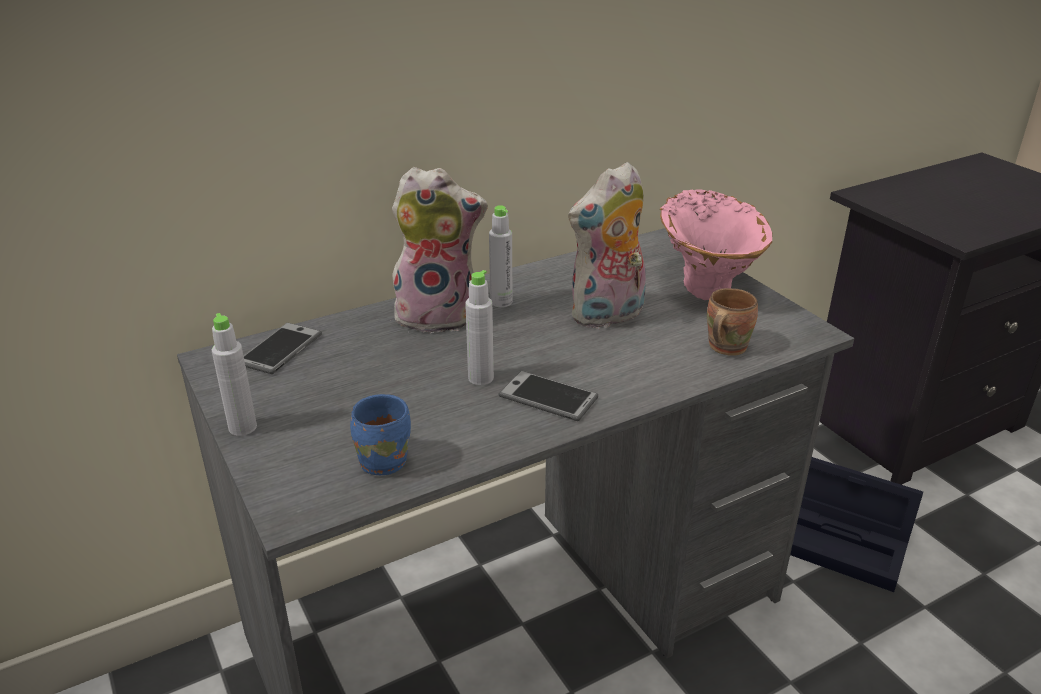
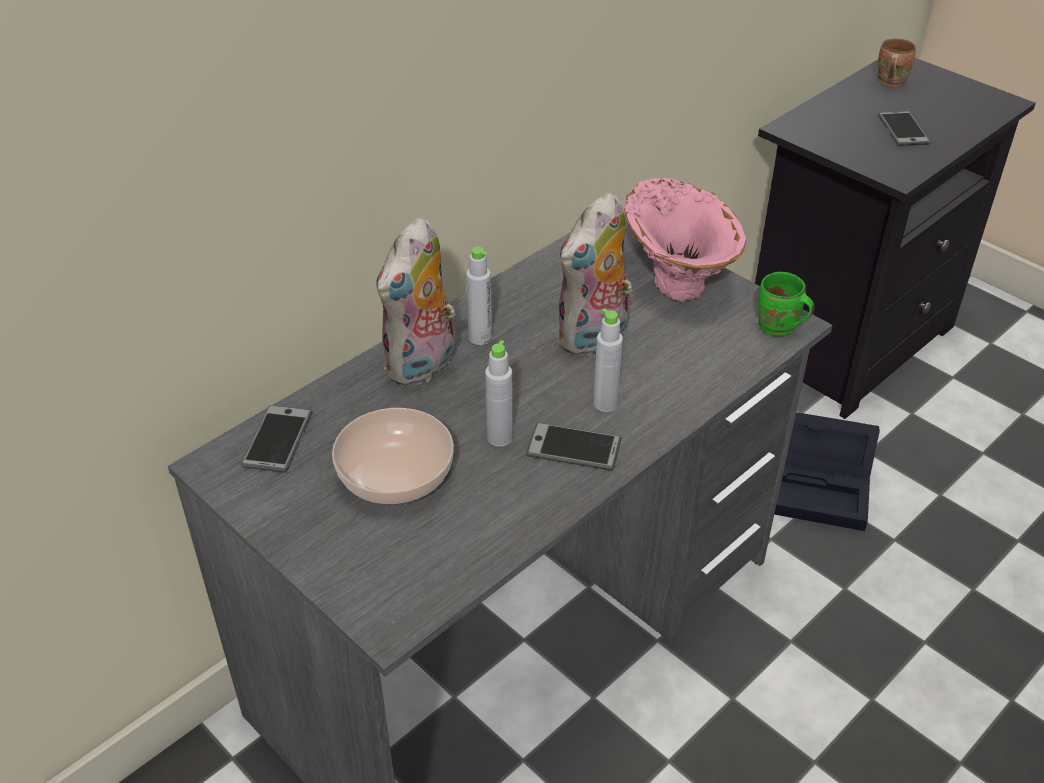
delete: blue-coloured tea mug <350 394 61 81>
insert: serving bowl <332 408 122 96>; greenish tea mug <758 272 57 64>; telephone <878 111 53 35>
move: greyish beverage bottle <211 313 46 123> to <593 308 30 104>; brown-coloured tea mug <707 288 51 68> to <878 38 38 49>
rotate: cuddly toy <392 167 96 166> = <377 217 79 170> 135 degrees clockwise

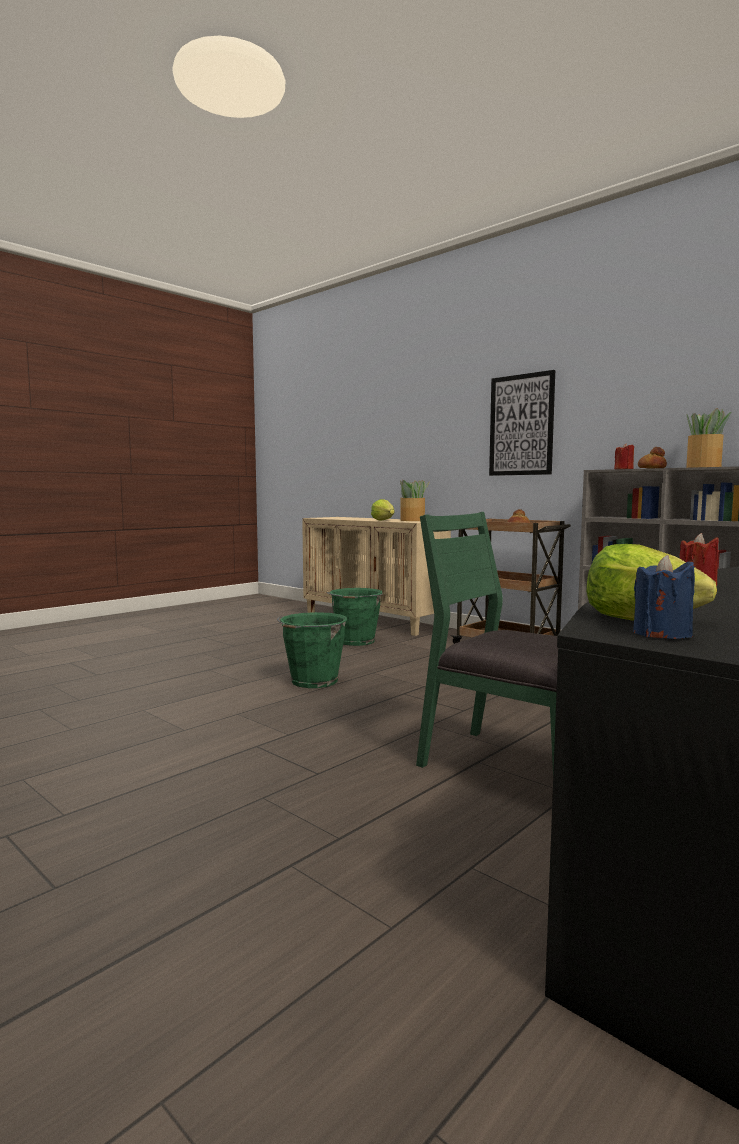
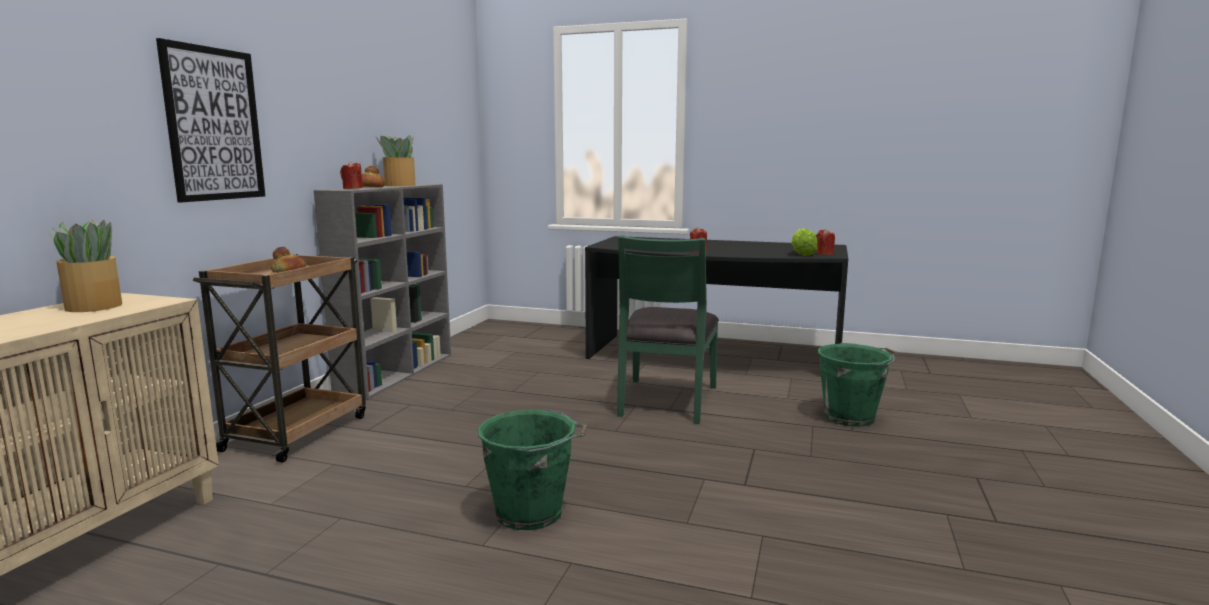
delete: lettuce <371 499 24 22>
move: greenish pail <326 588 57 58> to <818 343 79 84>
recolor: blue-coloured wax candle <633 555 62 84> to reddish wax candle <816 229 19 26>

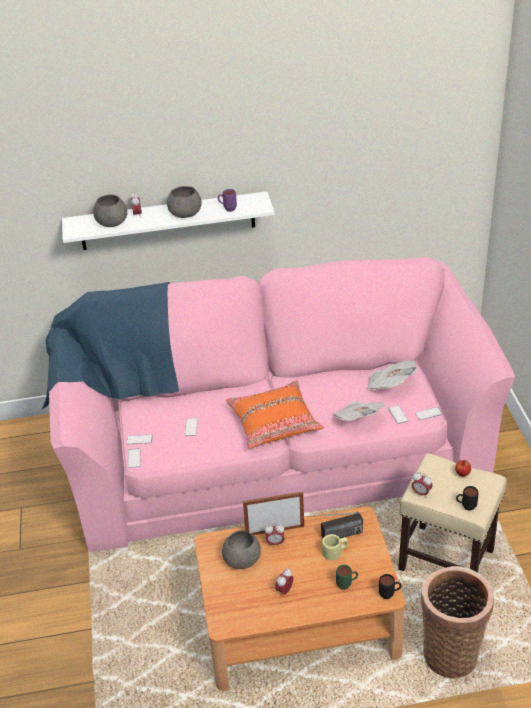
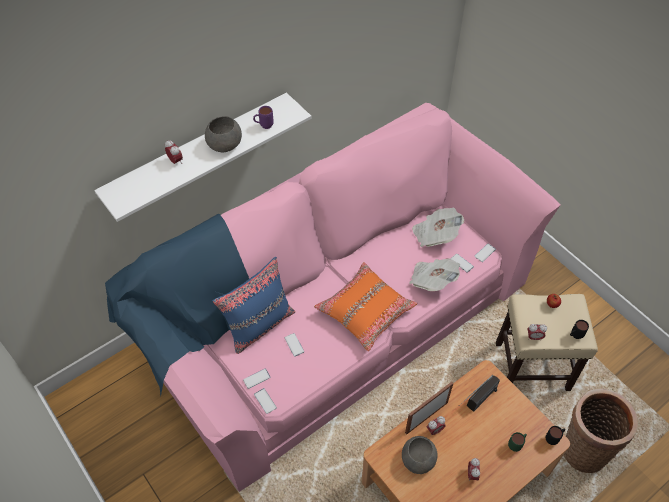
delete: greyish serving bowl <93 194 34 33>; sand-coloured tea mug <322 534 26 26>
insert: blue-coloured pillow <212 257 84 97>

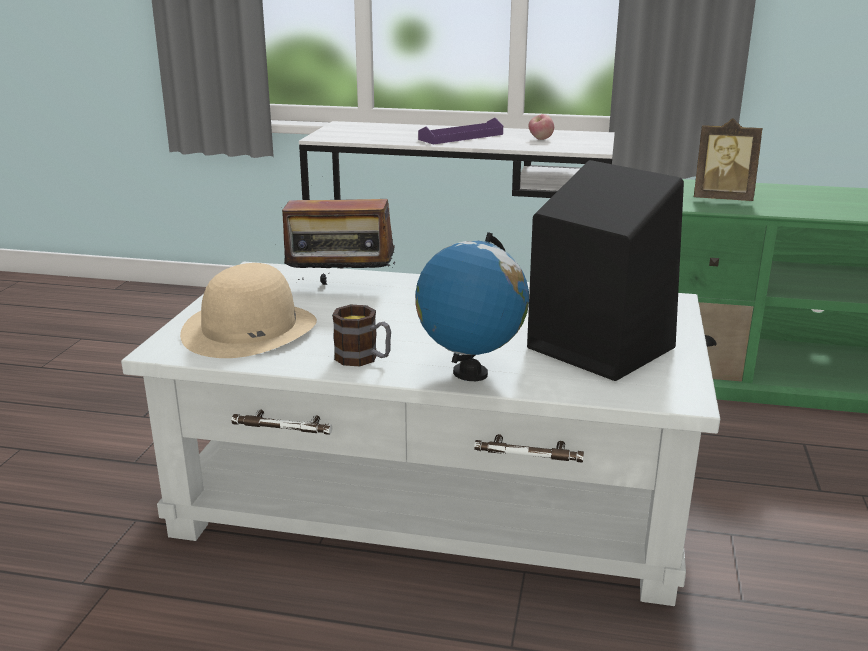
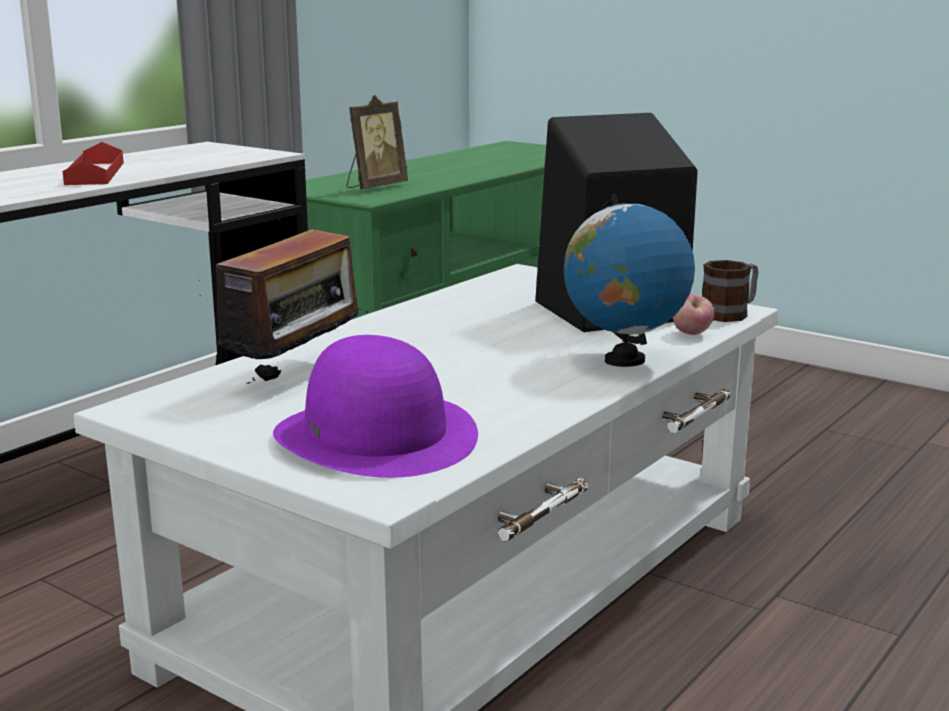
move: tea mug <332 305 59 61> to <702 260 56 62>; apple <528 114 26 26> to <673 294 42 41>
recolor: sand-coloured clothing hat <180 263 137 95> to purple-coloured clothing hat <273 335 205 143>; purple-coloured tray <418 118 85 26> to reddish tray <63 142 61 43>

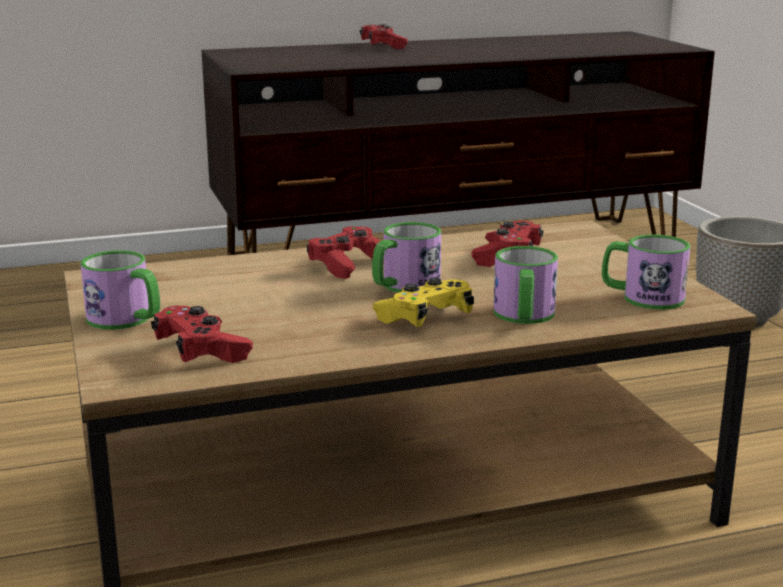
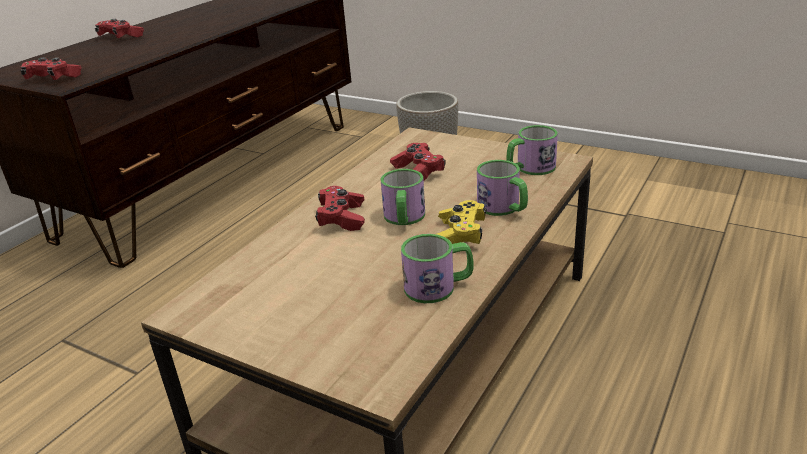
move: tea mug <81 250 79 80> to <401 234 73 69>; reddish joypad <151 305 102 58> to <20 57 62 23>

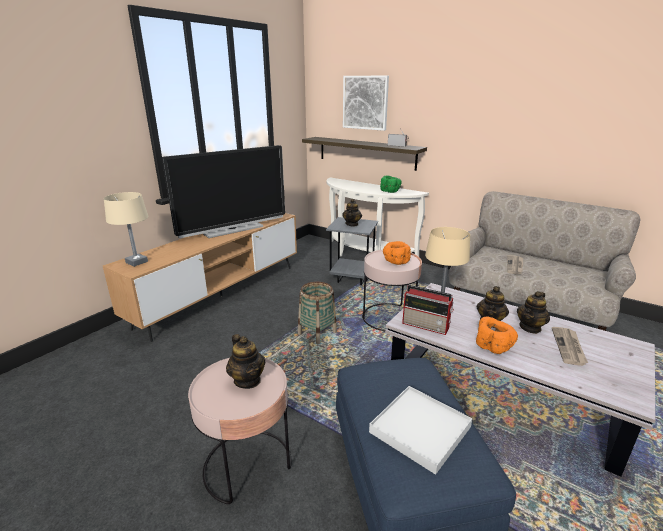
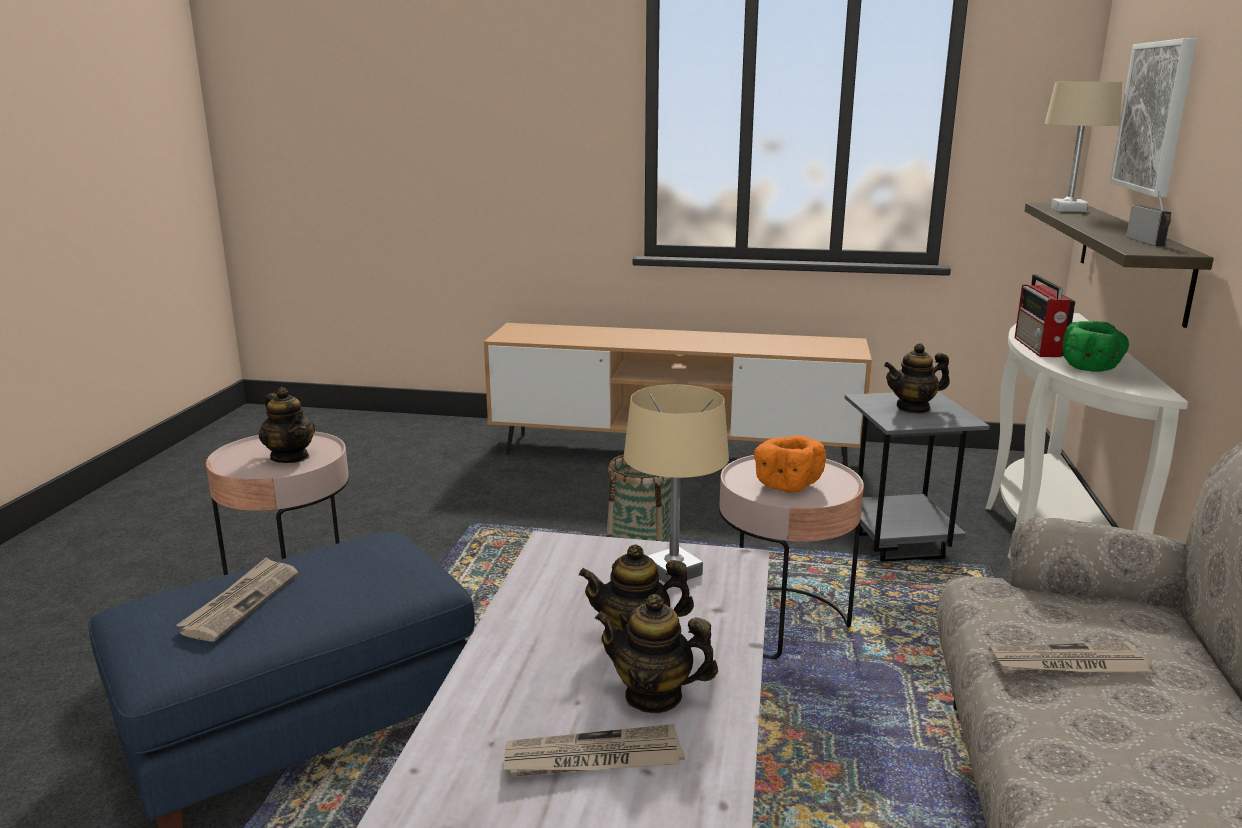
delete: TV set <162 145 123 93>; orangey serving bowl <476 317 42 37>
move: sand-coloured lamp for a table <104 192 44 75> to <1045 82 77 130>; radio receiver <402 285 52 50> to <1015 274 60 83>
replace: white tray <369 386 104 89> to daily paper <176 557 122 85>
rotate: teapot <226 334 39 55> = <259 387 56 76> 75 degrees counterclockwise

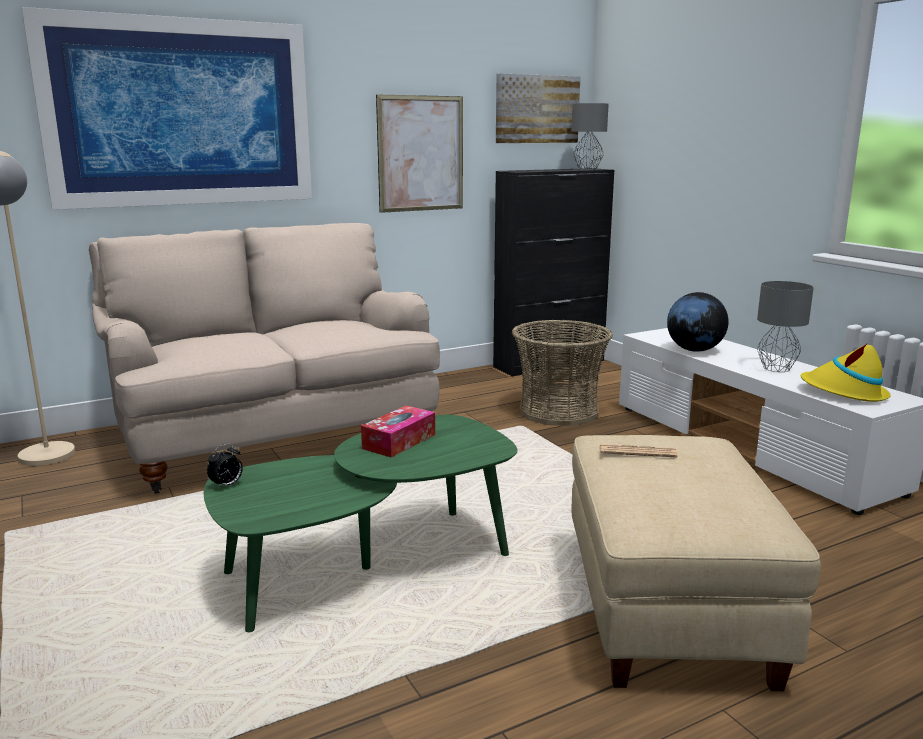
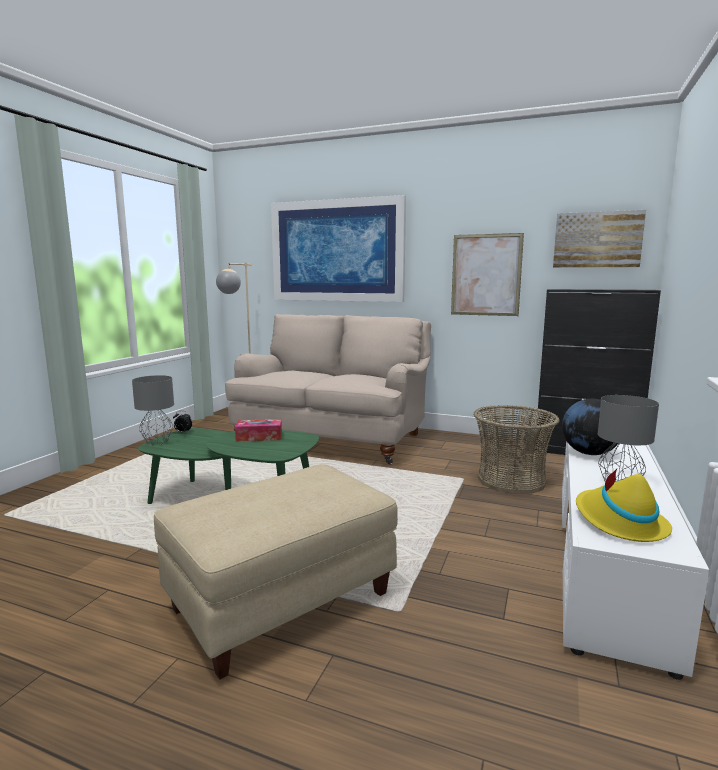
delete: daily paper <600 444 78 13>
move: greyish lamp for a table <572 103 37 67> to <132 375 42 70>

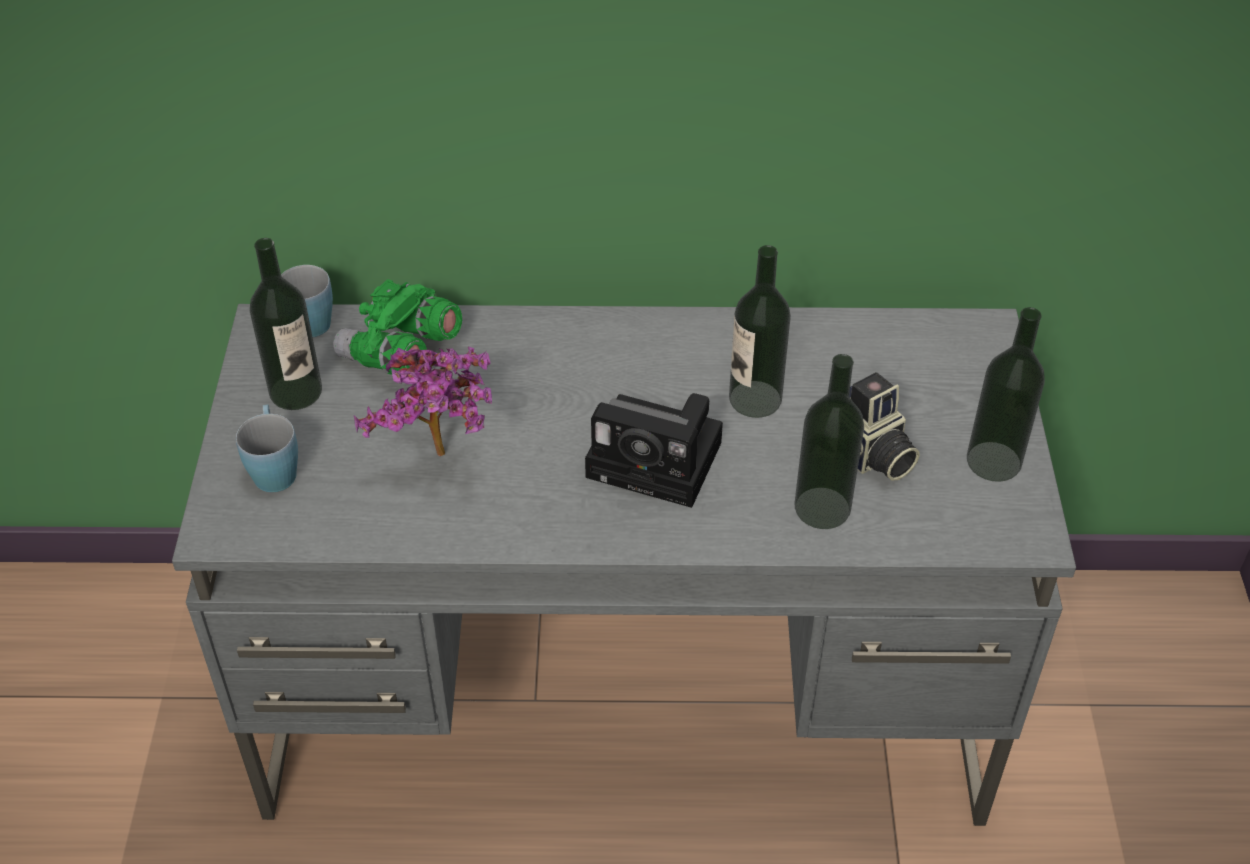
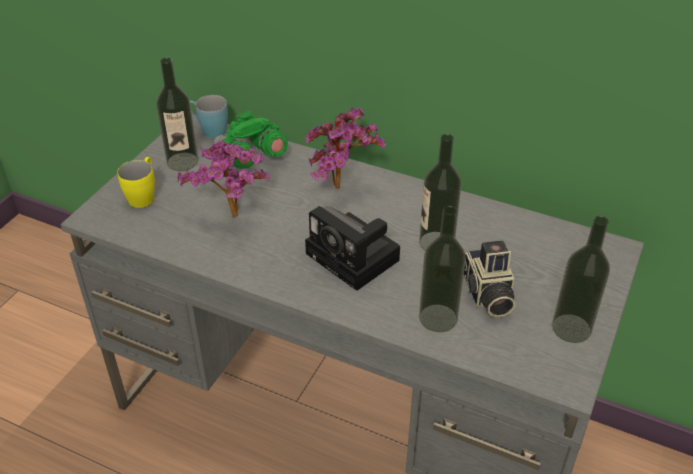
insert: potted plant <305 107 81 82>
recolor: blue-coloured tea mug <236 405 62 87> to yellowish tea mug <117 157 38 51>

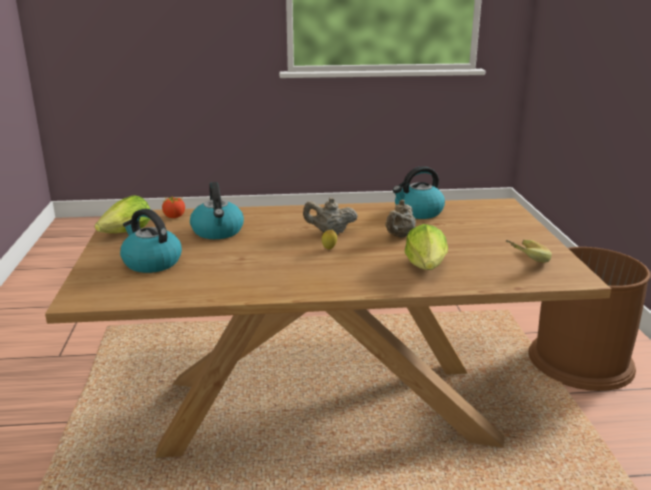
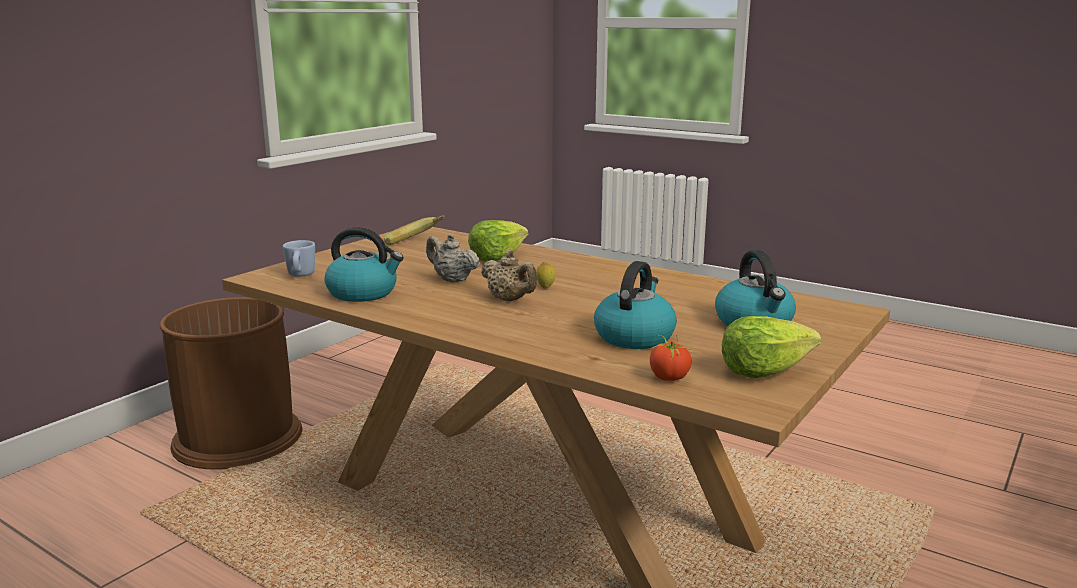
insert: blue-coloured tea mug <283 240 32 37>
rotate: sand-coloured teapot <385 200 31 38> = <426 234 54 49> 120 degrees counterclockwise

